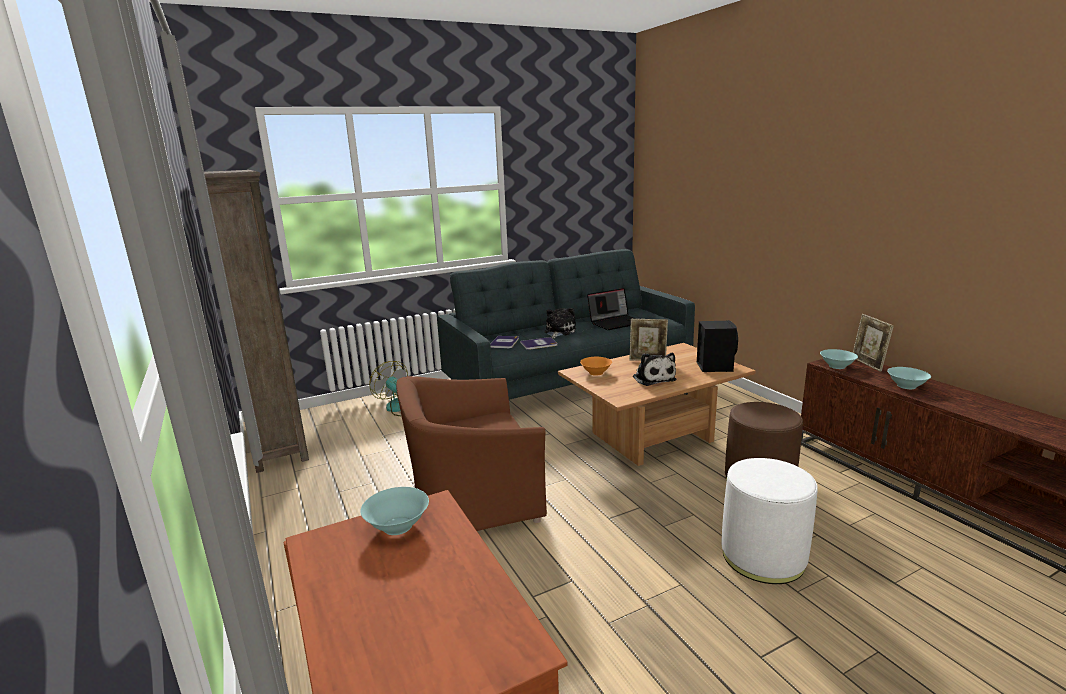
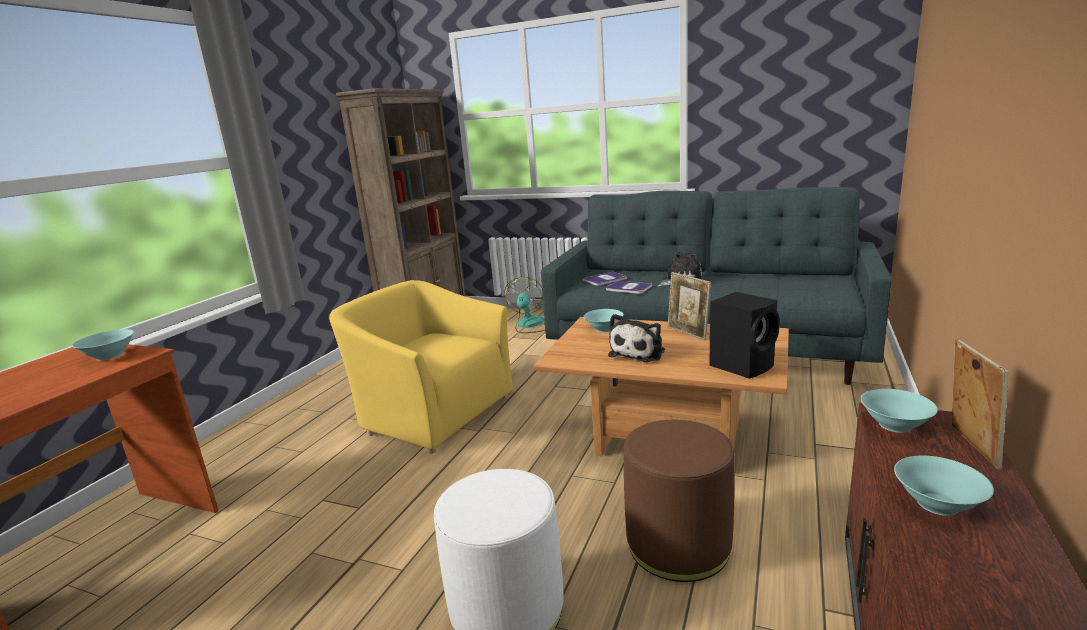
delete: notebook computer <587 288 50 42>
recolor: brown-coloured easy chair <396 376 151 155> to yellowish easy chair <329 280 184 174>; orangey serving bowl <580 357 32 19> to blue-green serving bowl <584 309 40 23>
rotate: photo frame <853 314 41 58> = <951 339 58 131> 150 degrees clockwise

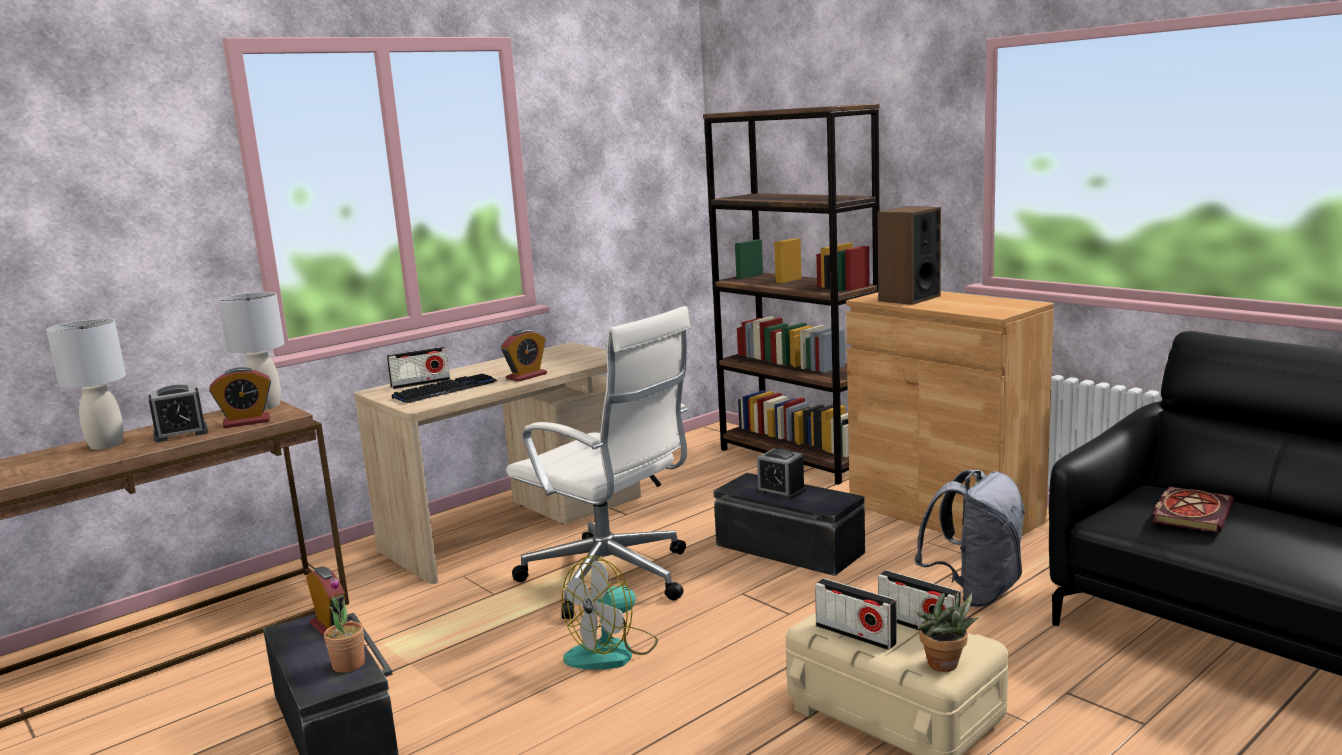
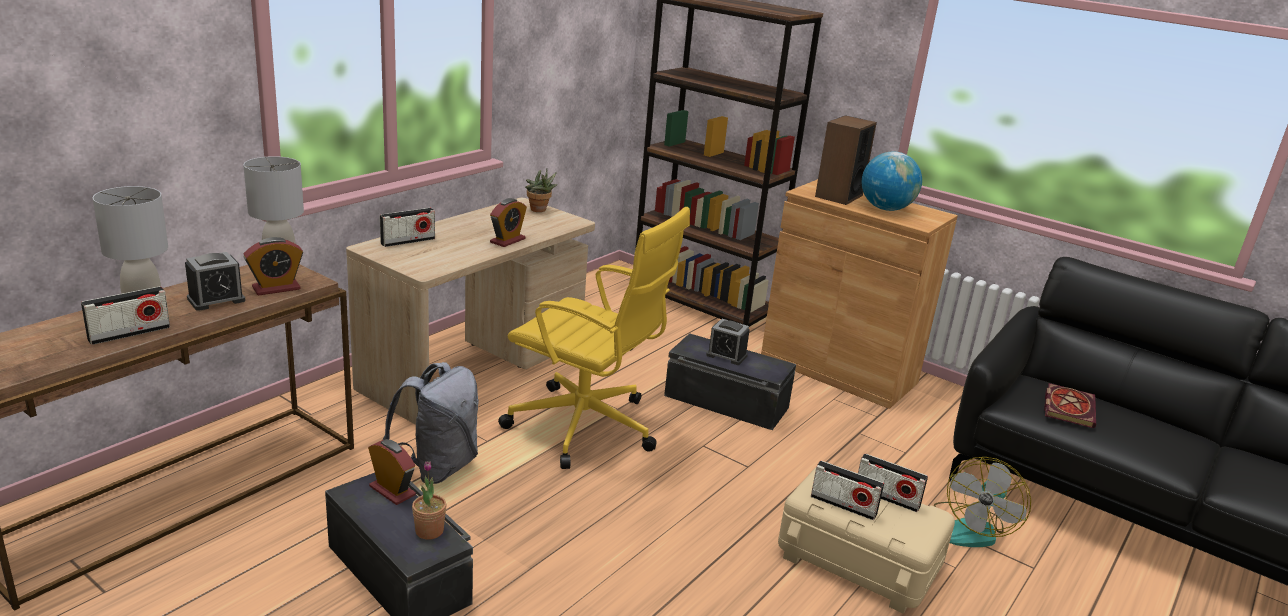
delete: PC keyboard <392 374 105 29>
insert: radio receiver <81 286 89 59>; desk globe <862 151 60 60>
move: cooling fan <562 555 96 115> to <934 457 97 90>; greyish rucksack <914 470 112 137> to <382 362 97 122>; potted plant <917 591 61 81> to <525 168 33 44>
recolor: white desk chair <506 306 185 313> to yellowish desk chair <498 207 192 262>

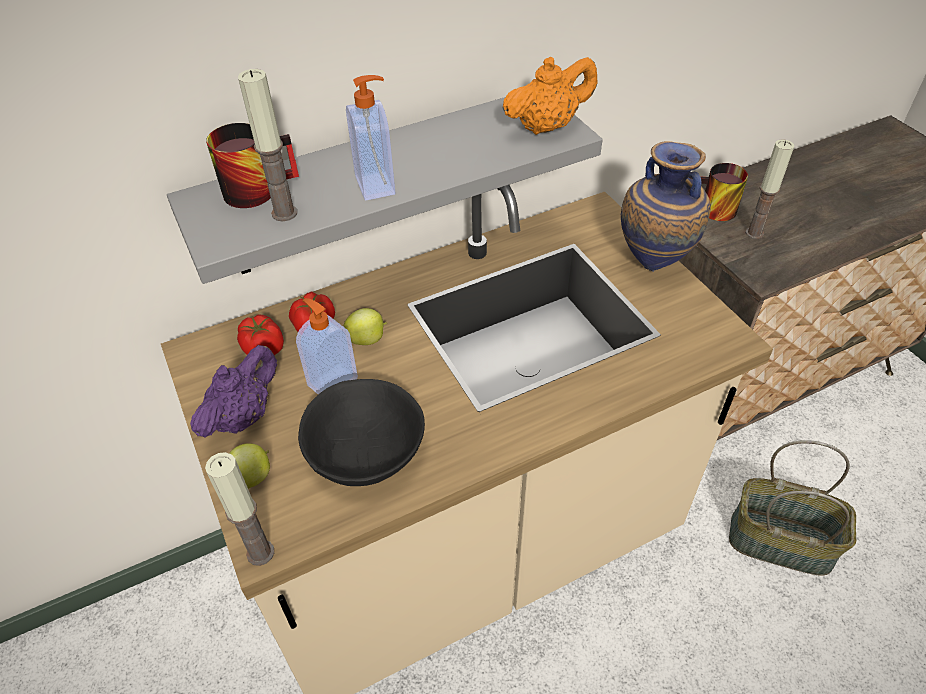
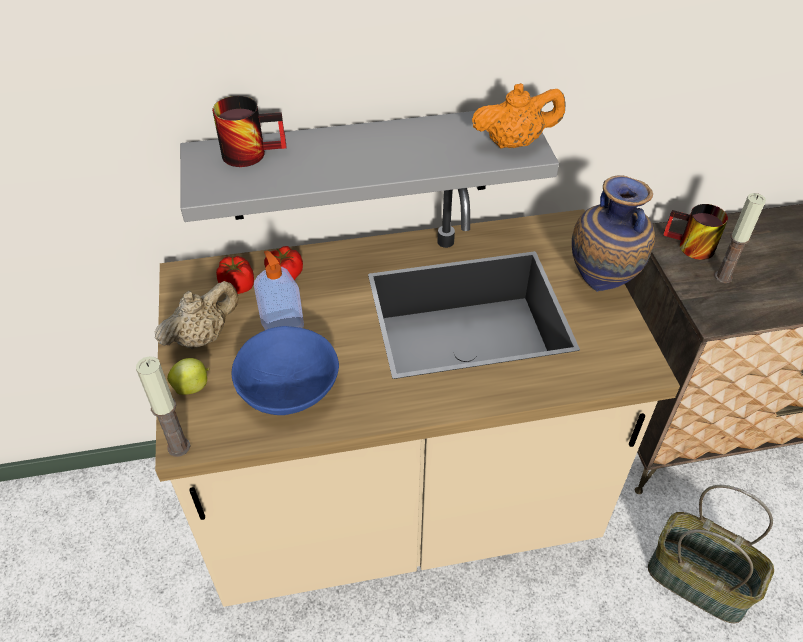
delete: wax candle <238 69 59 152>; apple <344 308 43 37>; soap bottle <346 75 49 125>
recolor: purple-coloured teapot <190 345 87 92> to sand-coloured teapot <155 281 84 68>; blackish serving bowl <298 379 127 107> to blue-coloured serving bowl <232 326 107 89>

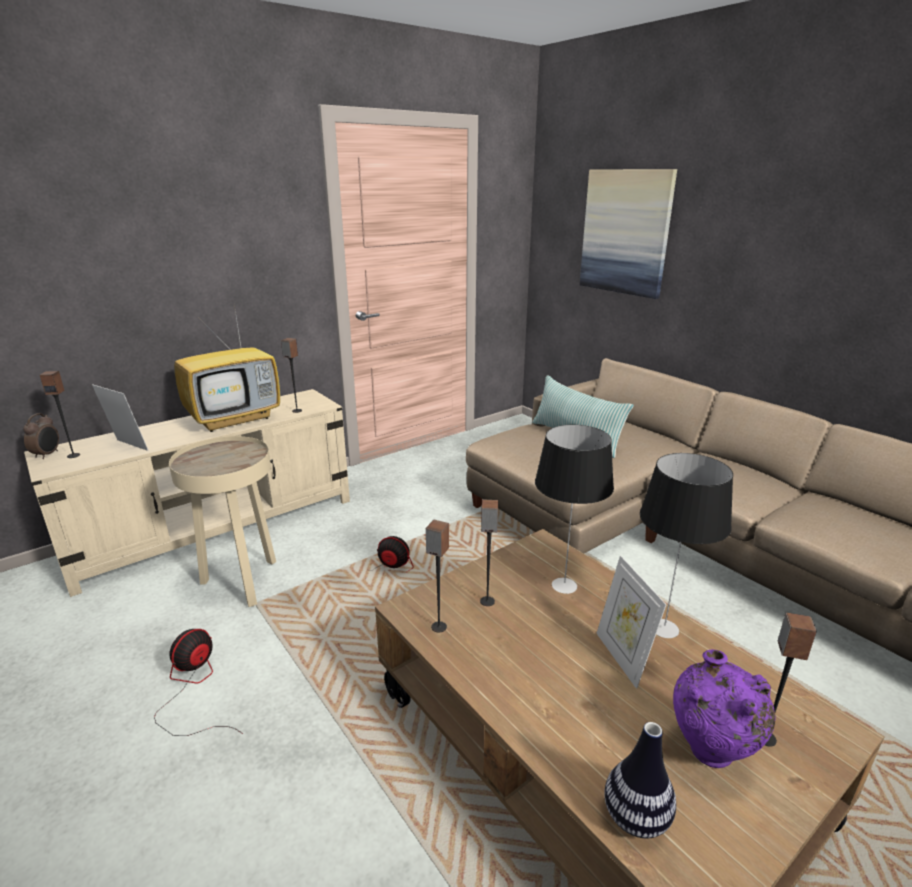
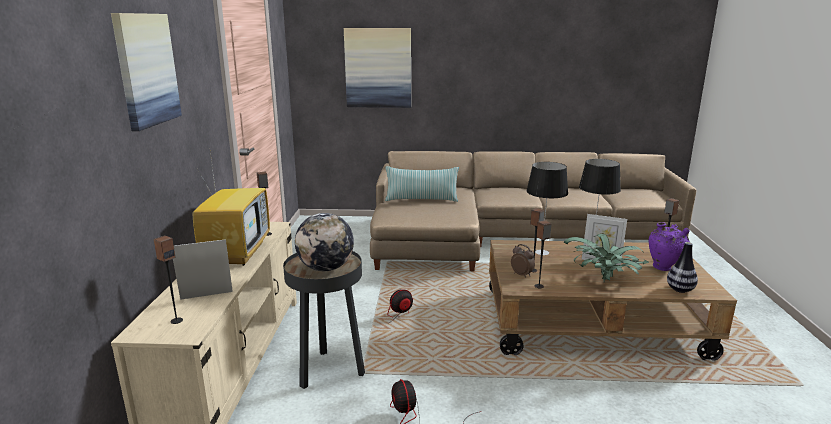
insert: wall picture <111 13 71 118>; desk globe <295 213 59 58>; potted plant <564 234 85 47>
move: bedside clock <23 413 36 46> to <511 244 24 34>
recolor: sand-coloured accent table <169 436 107 171> to blackish accent table <283 251 82 138>

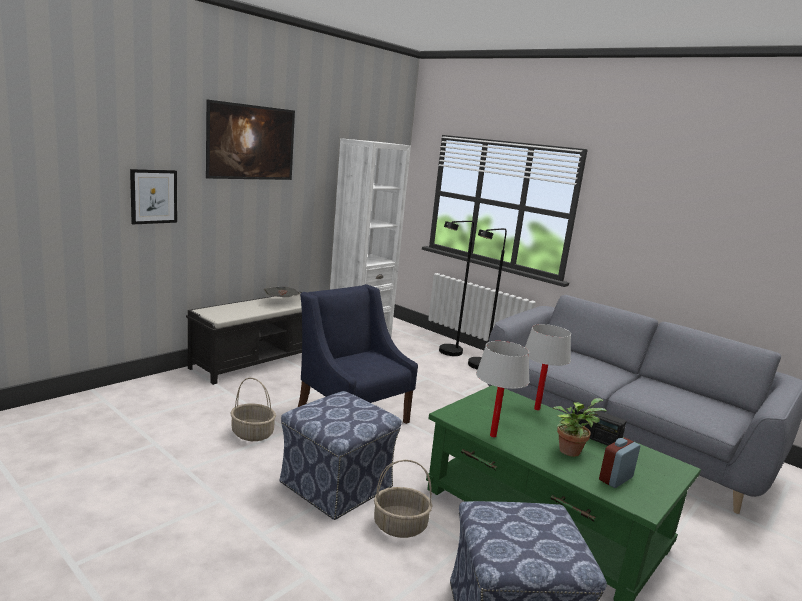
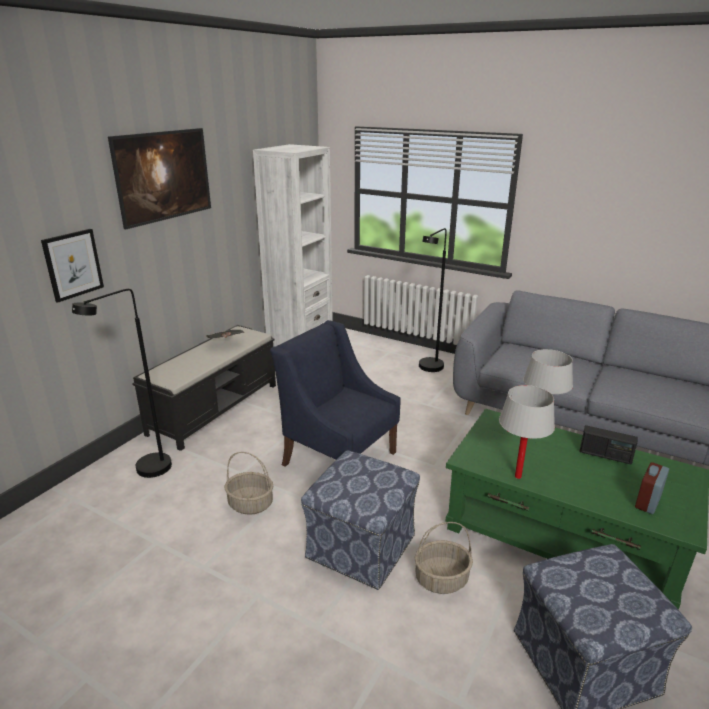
delete: potted plant <553 398 53 59>
move: blackish standing lamp <439 221 35 135> to <72 289 100 189>

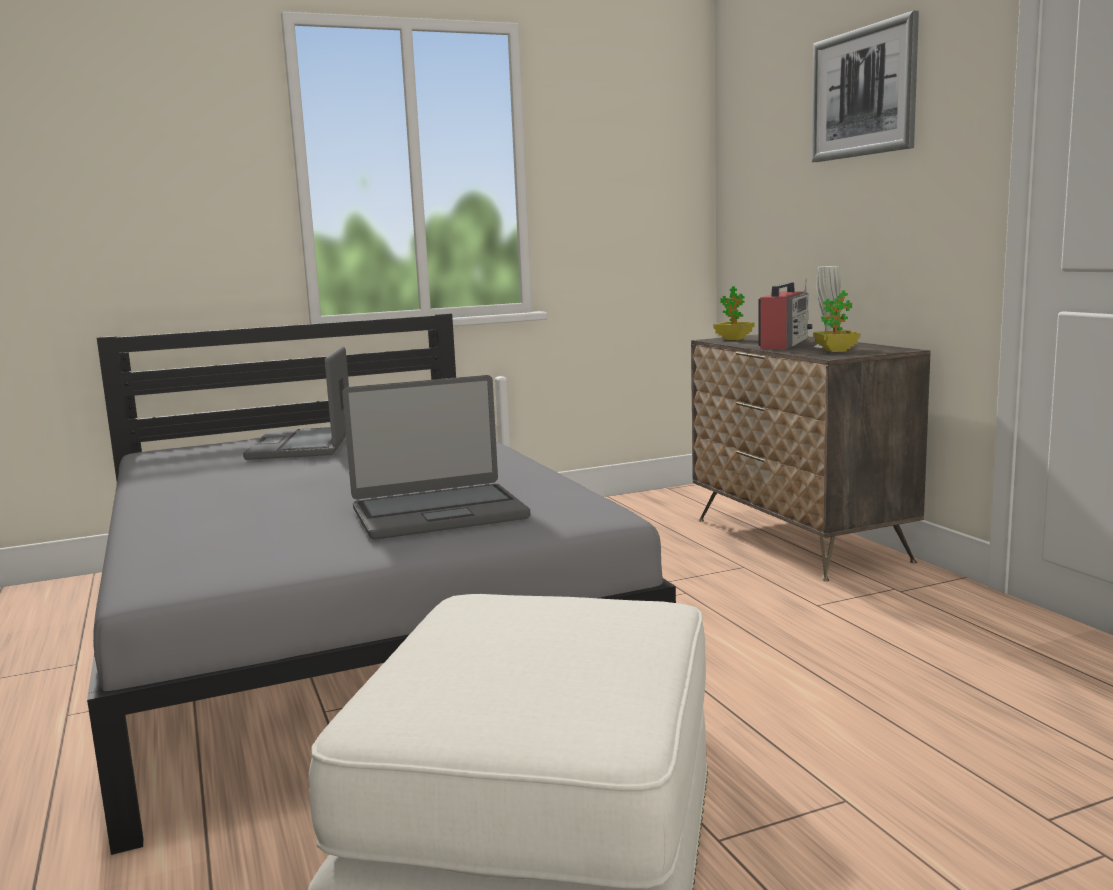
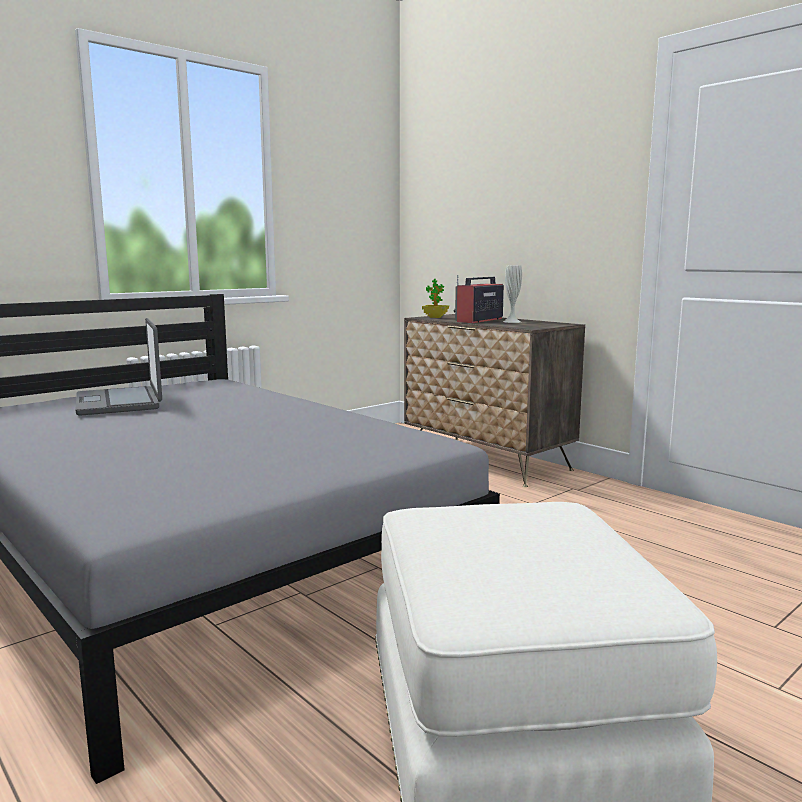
delete: notebook computer <342 375 188 165>; wall picture <812 11 107 151>; potted plant <813 290 47 62>
rotate: radio receiver <758 278 55 71> = <453 275 51 48> 150 degrees counterclockwise

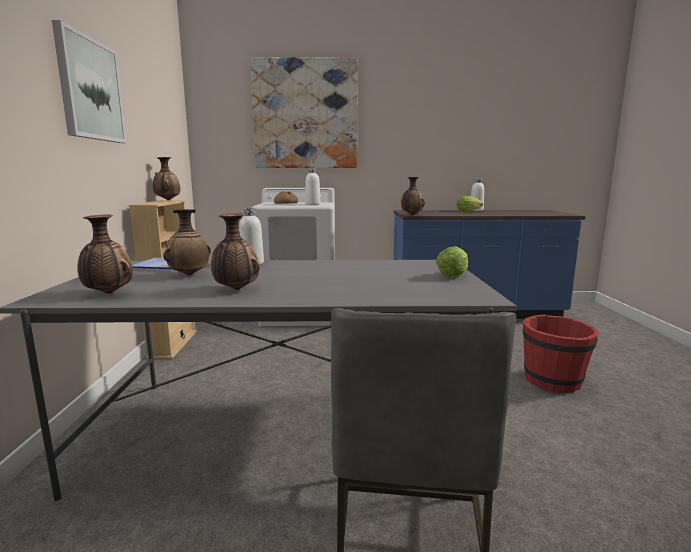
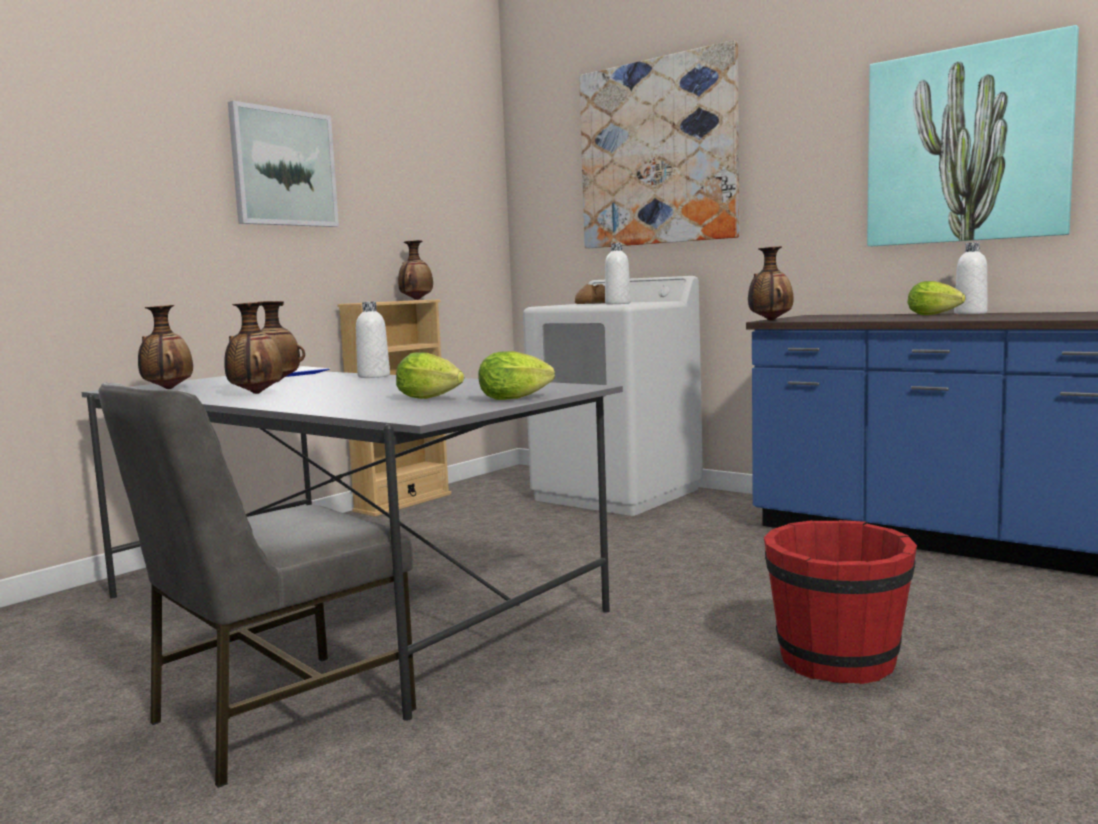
insert: lettuce <396 352 68 47>; wall picture <867 25 212 221>

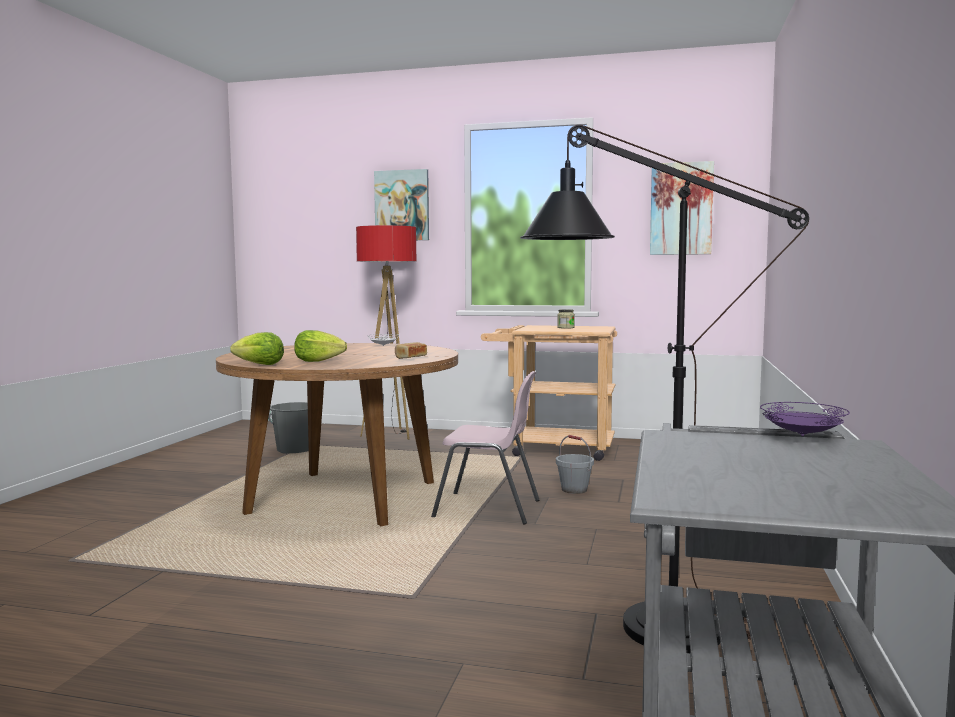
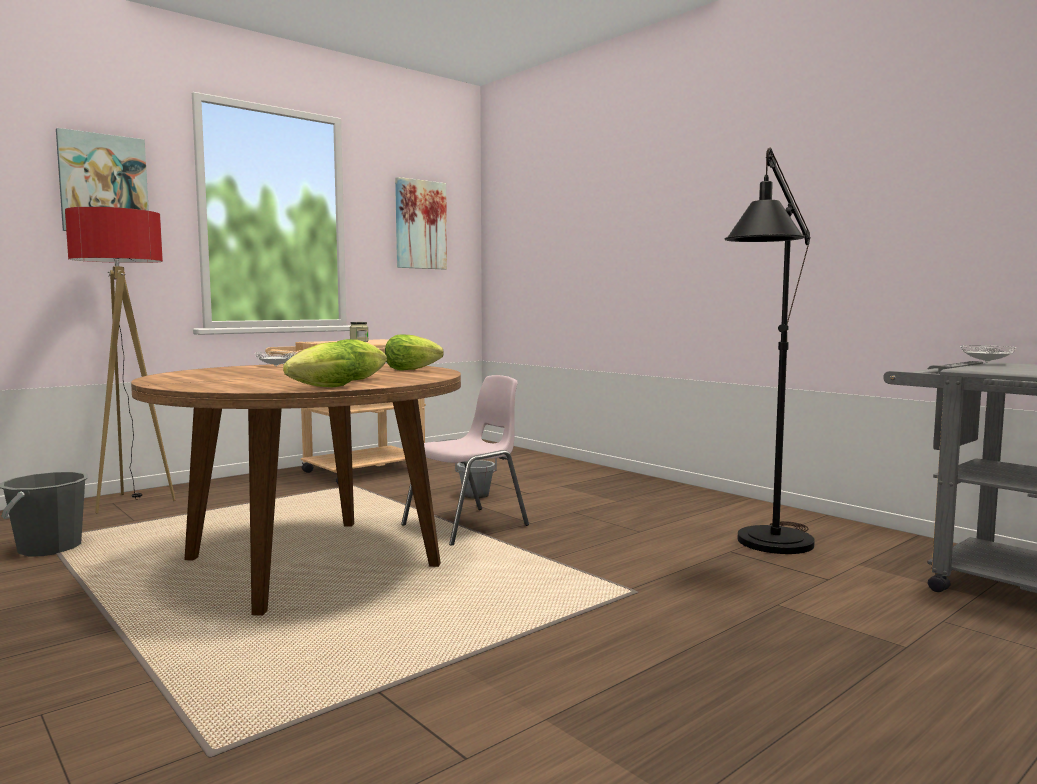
replace: bakery bread <395 342 32 17> to lettuce <385 334 59 36>
recolor: purple-coloured plate <760 402 90 34> to white plate <960 345 56 18>

